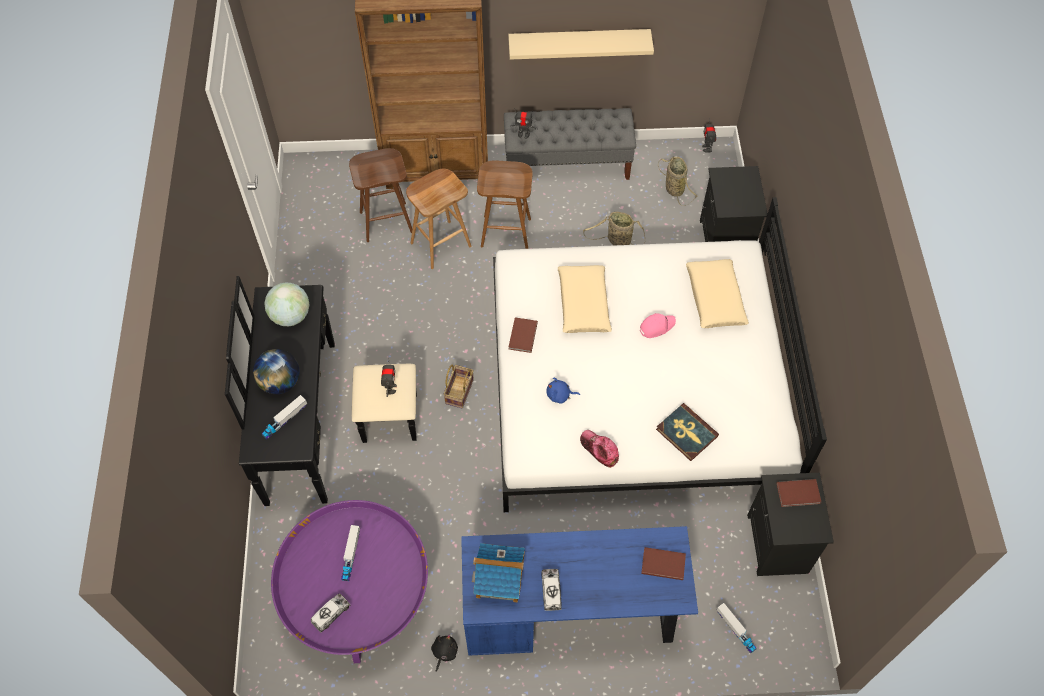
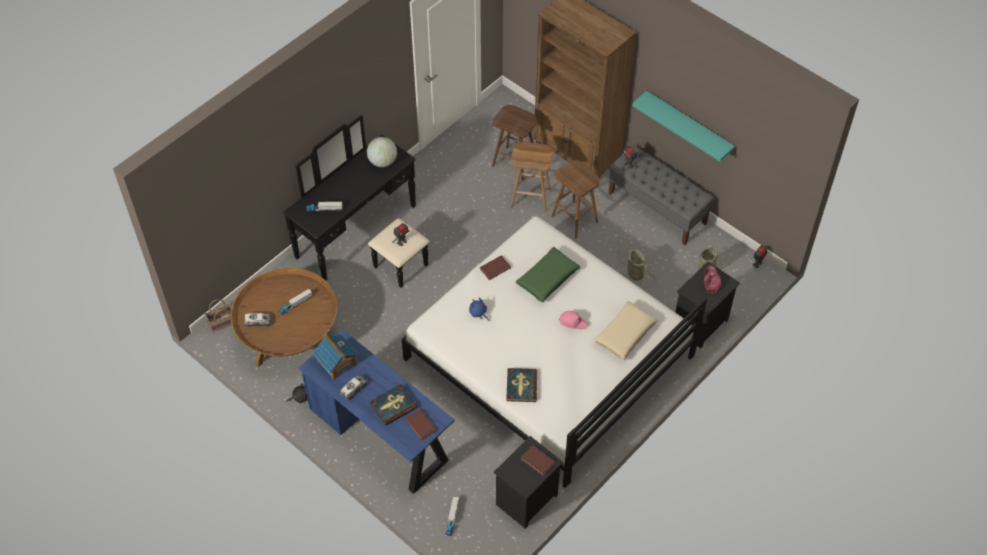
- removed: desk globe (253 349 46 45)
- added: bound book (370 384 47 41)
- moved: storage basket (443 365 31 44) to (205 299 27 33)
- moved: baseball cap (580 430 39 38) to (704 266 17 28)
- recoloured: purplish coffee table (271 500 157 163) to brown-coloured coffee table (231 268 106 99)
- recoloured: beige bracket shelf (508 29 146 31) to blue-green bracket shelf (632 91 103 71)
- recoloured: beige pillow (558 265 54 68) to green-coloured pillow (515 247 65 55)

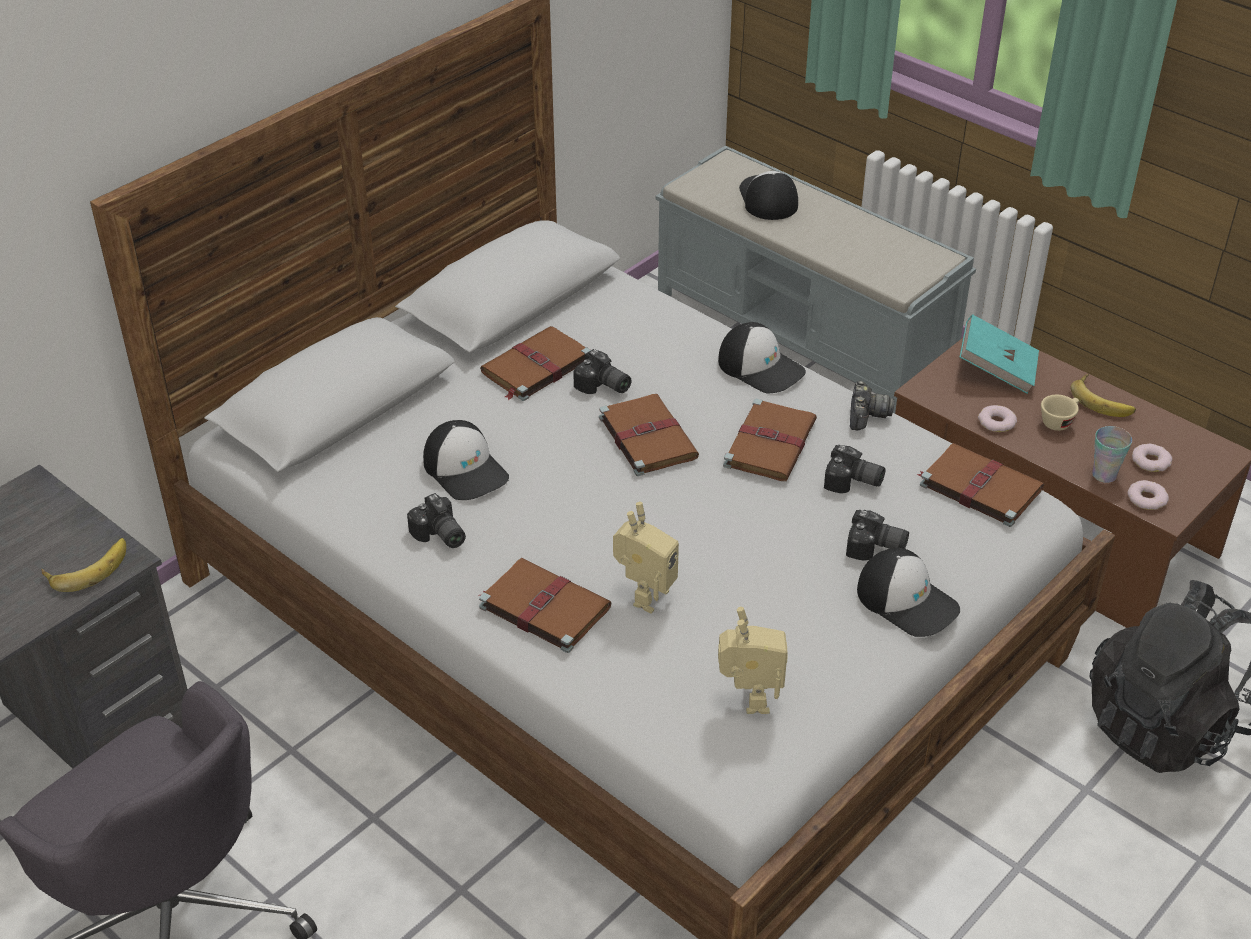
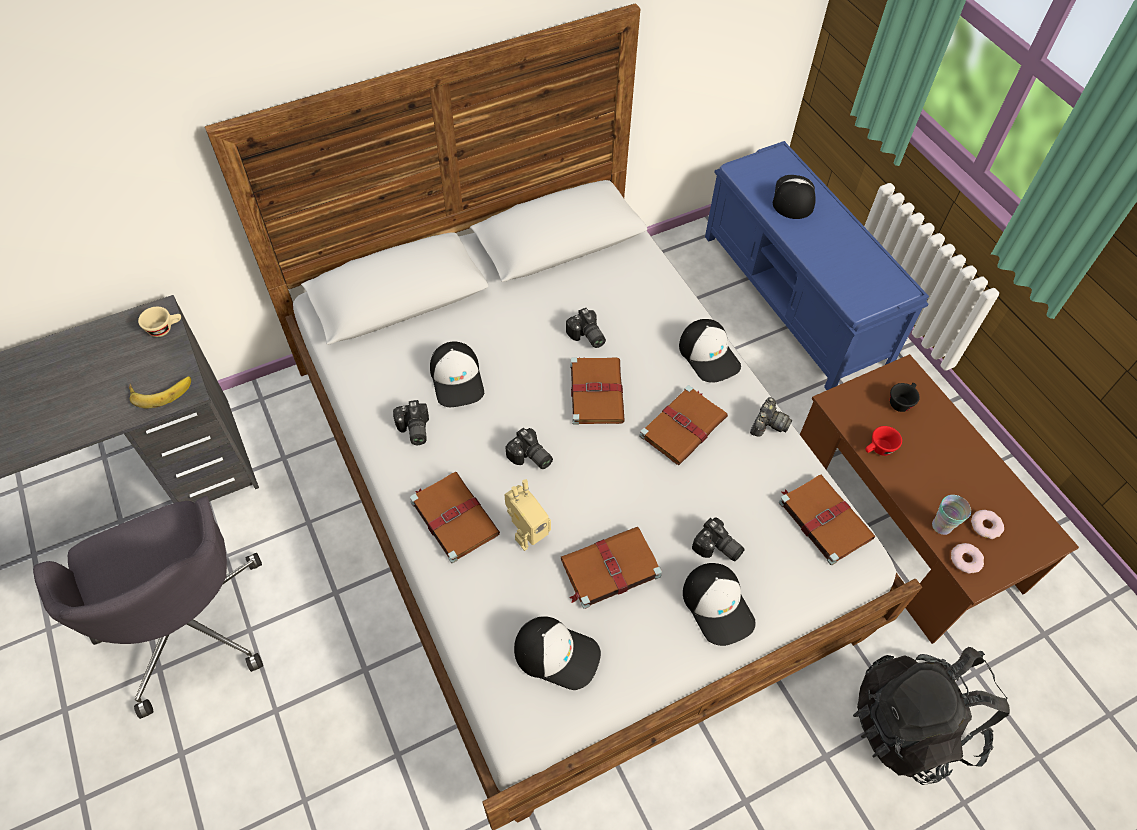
- removed: whole banana (1071 374 65 43)
- moved: brown-coloured bound book (480 326 111 75) to (561 527 101 82)
- moved: photo camera (824 445 62 48) to (505 427 48 42)
- moved: beige drinking cup (1041 395 38 36) to (138 307 43 30)
- replaced: robot figure (718 607 70 107) to baseball cap (514 616 87 74)
- replaced: blue-green bound book (960 314 79 80) to blackish drinking cup (890 383 30 29)
- replaced: ring doughnut (978 405 39 27) to red-coloured drinking cup (865 426 37 30)
- recoloured: gray long seat (656 145 320 268) to blue long seat (705 141 224 249)

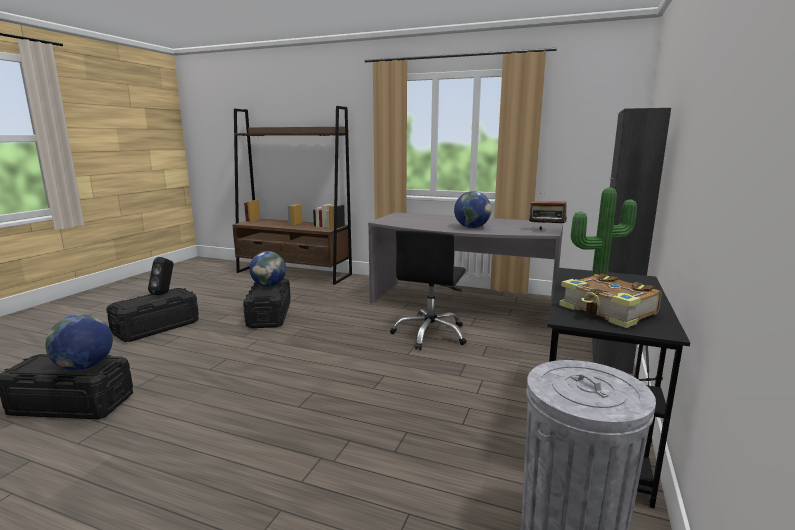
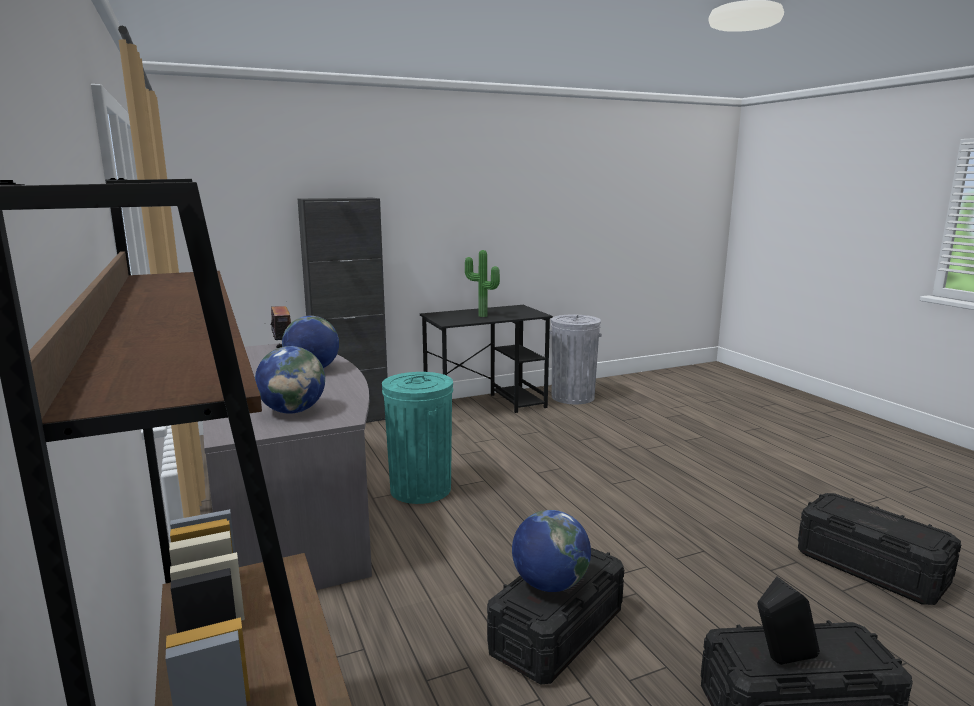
- removed: bound book (559 274 102 54)
- moved: desk globe (45 314 68 57) to (255 346 70 68)
- replaced: blackish office chair (390 229 77 121) to blue-green trash can (382 372 71 132)

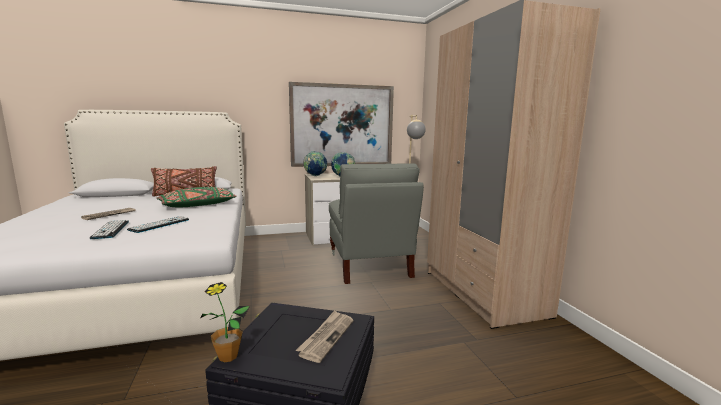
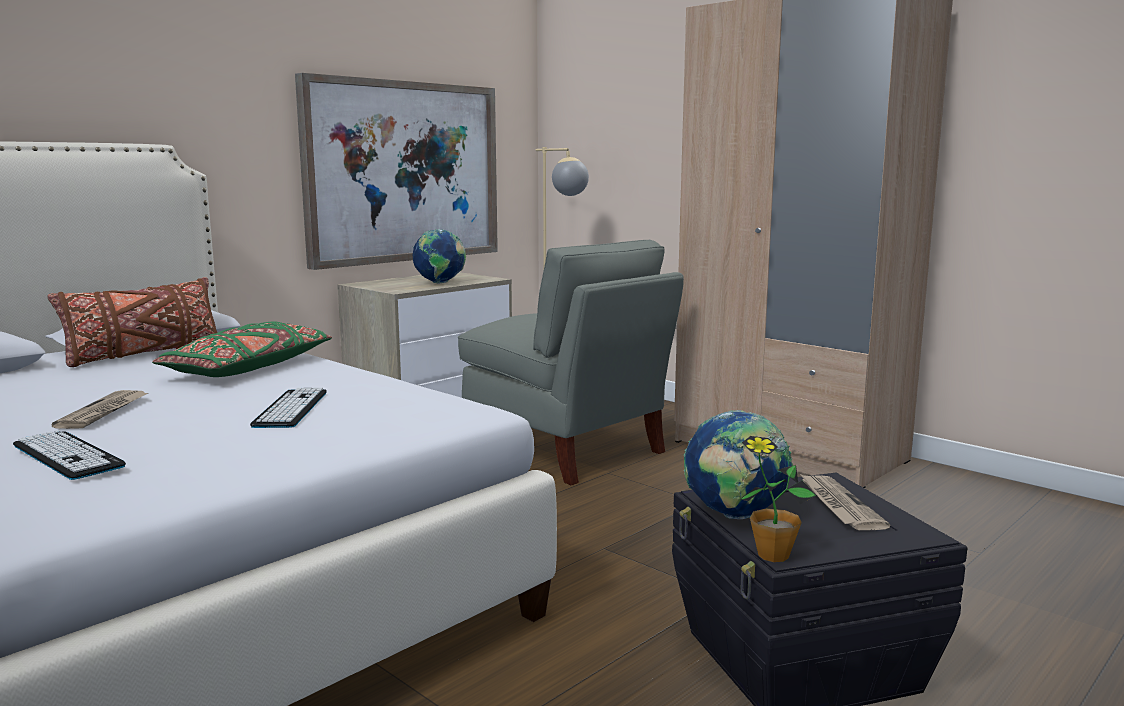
- moved: computer keyboard (90 220 39 19) to (13 430 113 50)
- moved: desk globe (303 151 24 25) to (684 410 109 109)

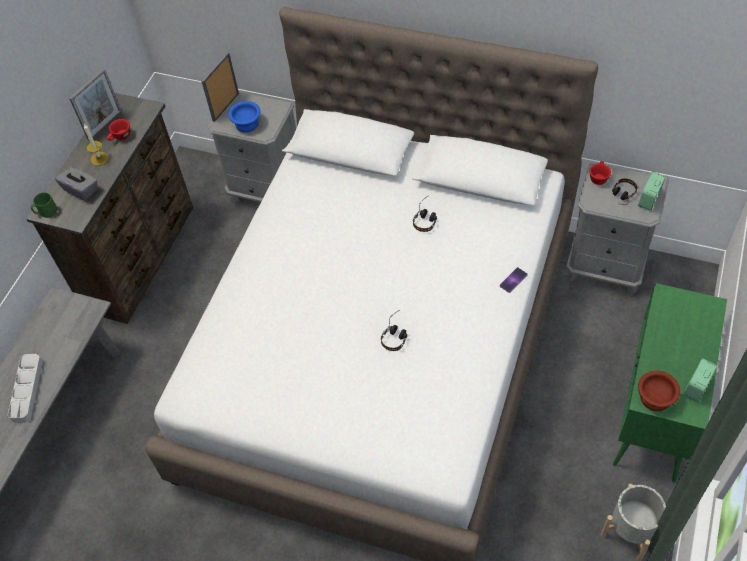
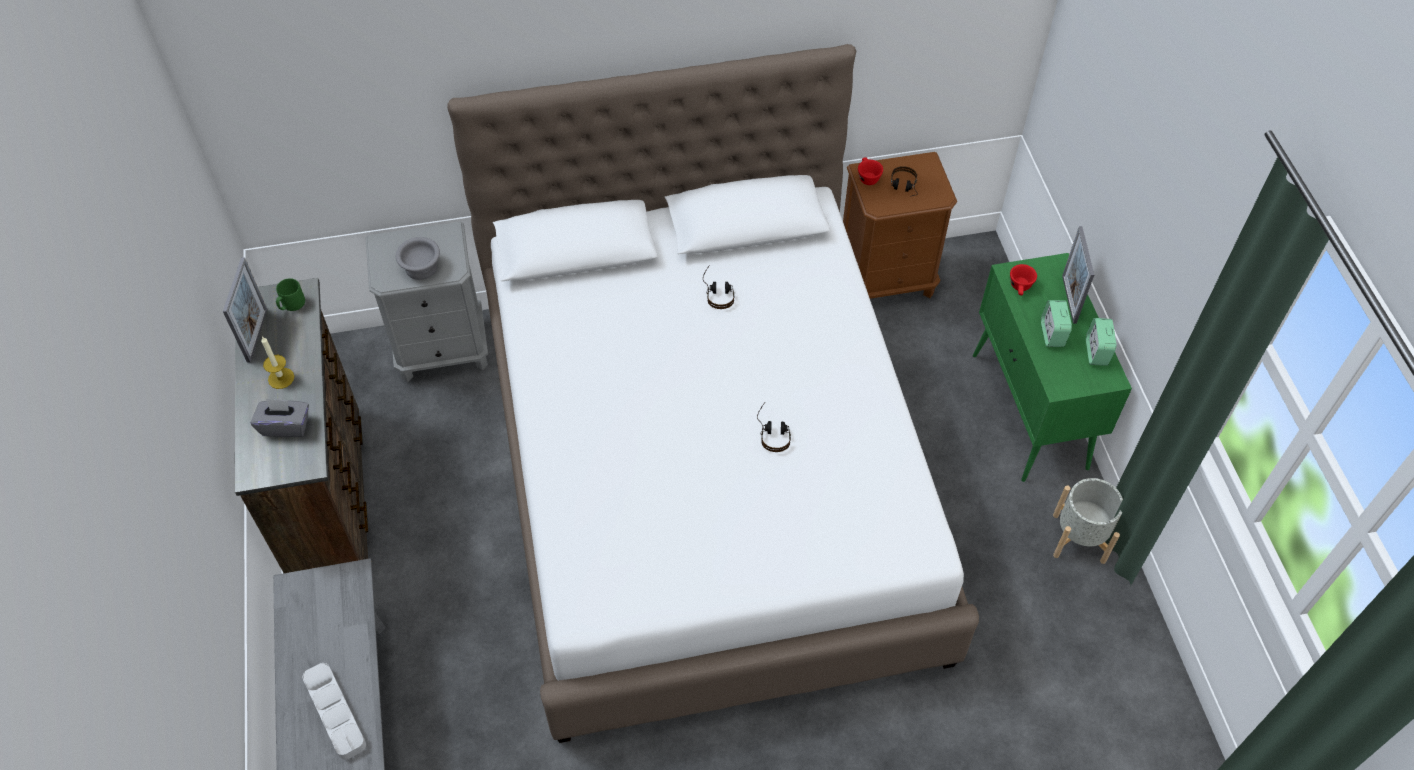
- removed: handset (499 267 29 26)
- removed: brown-coloured deep dish (638 371 42 40)
- moved: green-coloured mug (31 192 26 26) to (276 278 29 33)
- moved: red-coloured drinking cup (107 119 23 22) to (1010 264 27 32)
- moved: standing frame (201 52 38 70) to (1062 226 32 98)
- moved: table clock (638 172 28 39) to (1041 300 31 47)
- recoloured: blue deep dish (228 101 33 31) to gray deep dish (396 237 44 43)
- recoloured: gray bedside table (566 163 103 132) to brown-coloured bedside table (843 152 114 147)

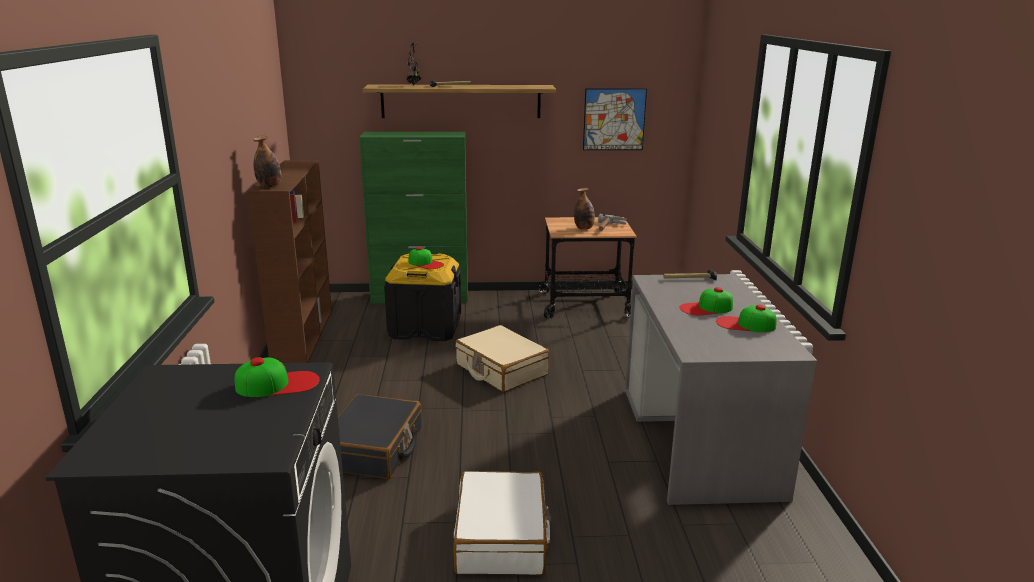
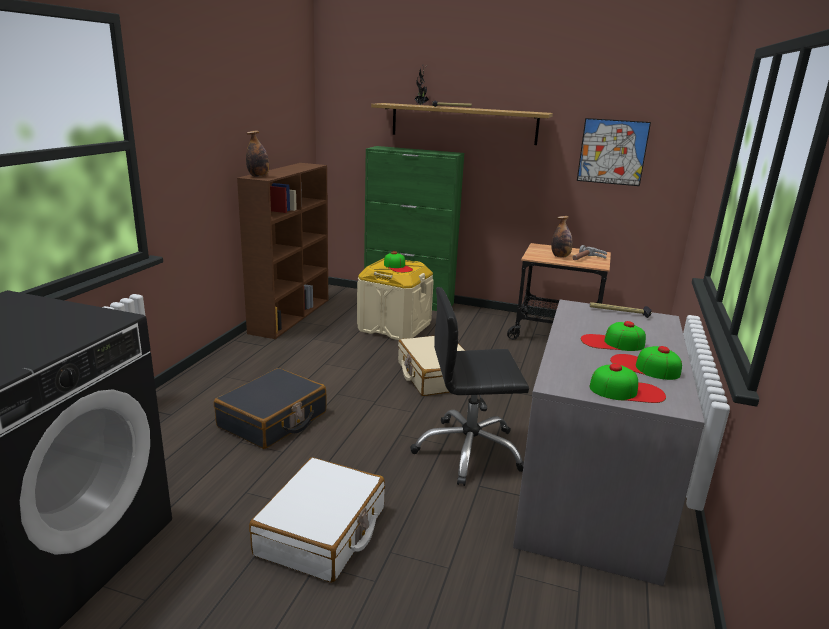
- added: blackish office chair (410 287 119 199)
- moved: baseball cap (235 357 84 40) to (589 364 77 39)
- recoloured: blackish storage box (384 253 77 88) to beige storage box (357 258 77 82)

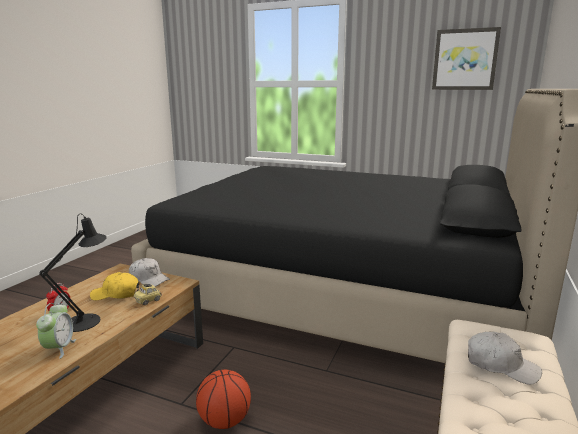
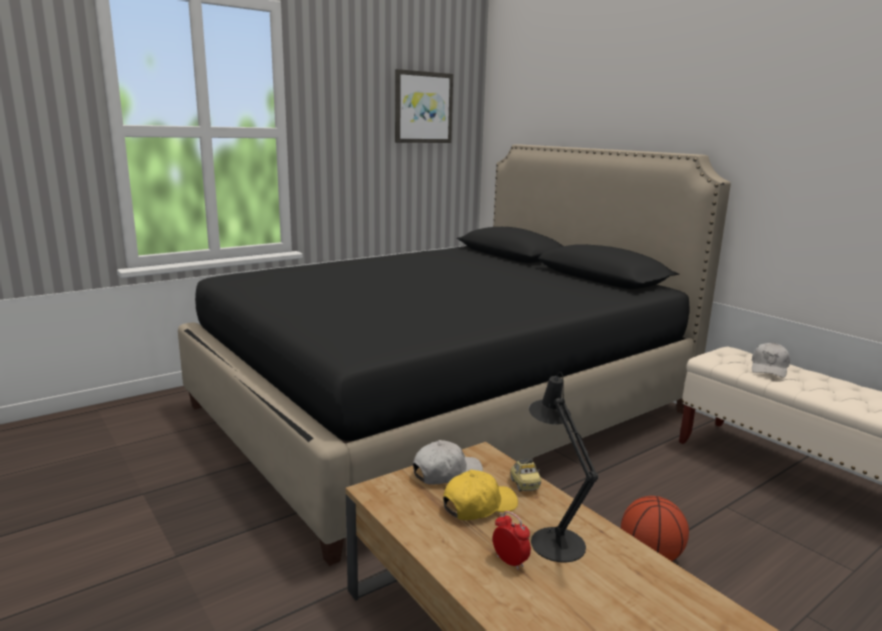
- removed: table clock (36 303 40 56)
- turned: yellow-coloured baseball cap (90 272 49 29) = (443 470 75 50) 150 degrees counterclockwise
- turned: white-coloured baseball cap (468 332 74 53) = (751 343 39 35) 150 degrees clockwise

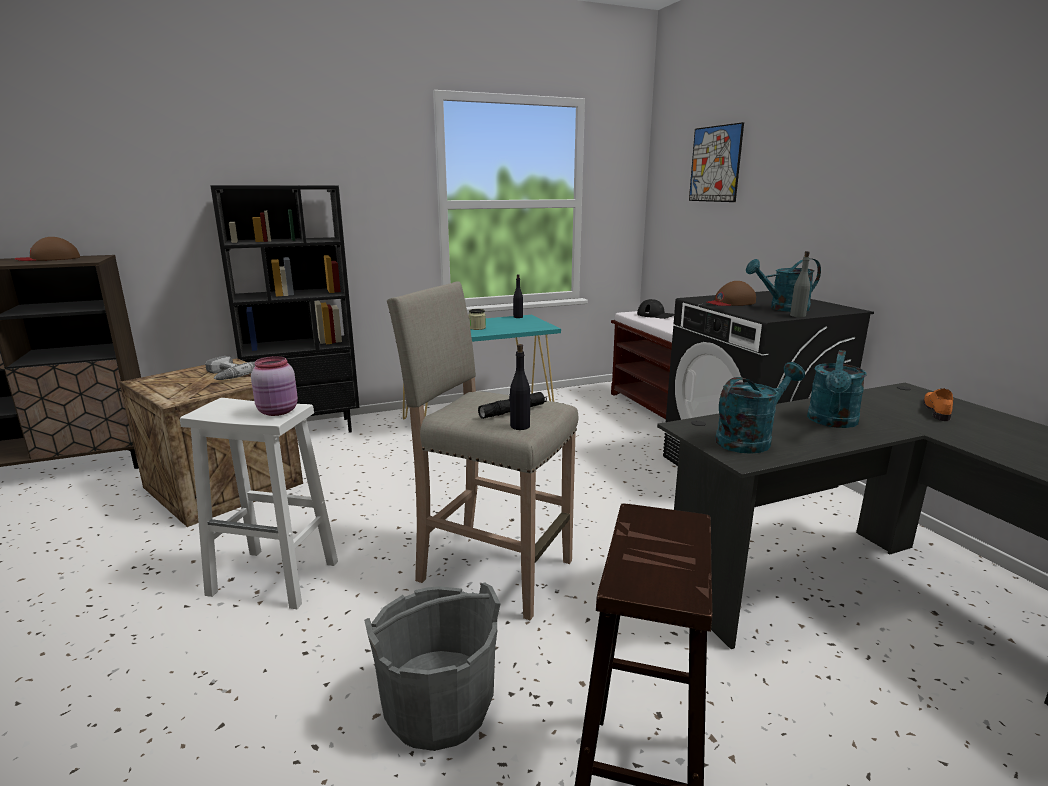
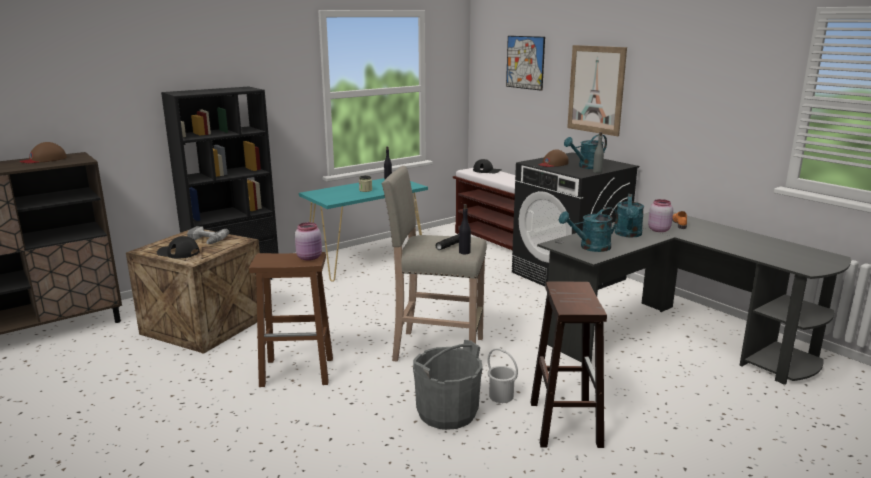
- added: blackish baseball cap (157 236 42 23)
- added: white-coloured water bucket (487 348 31 55)
- added: picture (567 45 60 91)
- added: pinkish jar (648 199 25 33)
- recoloured: white-coloured sitting stool (180 398 158 211) to brown-coloured sitting stool (249 252 84 135)
- turned: blue-green watering pot (715 362 90 92) = (559 207 59 45) 150 degrees counterclockwise

